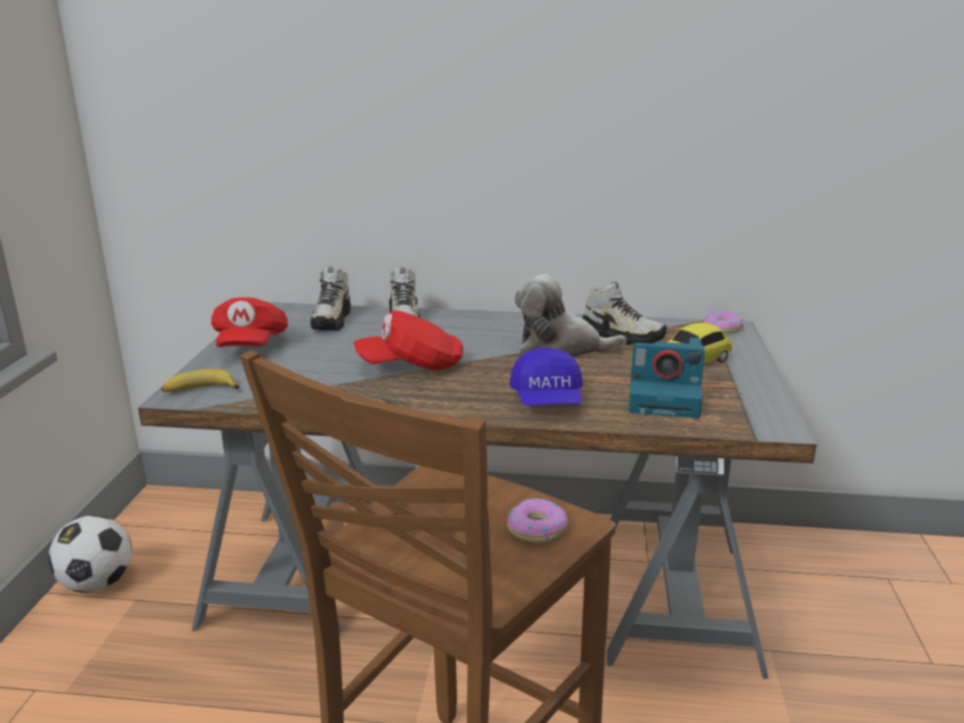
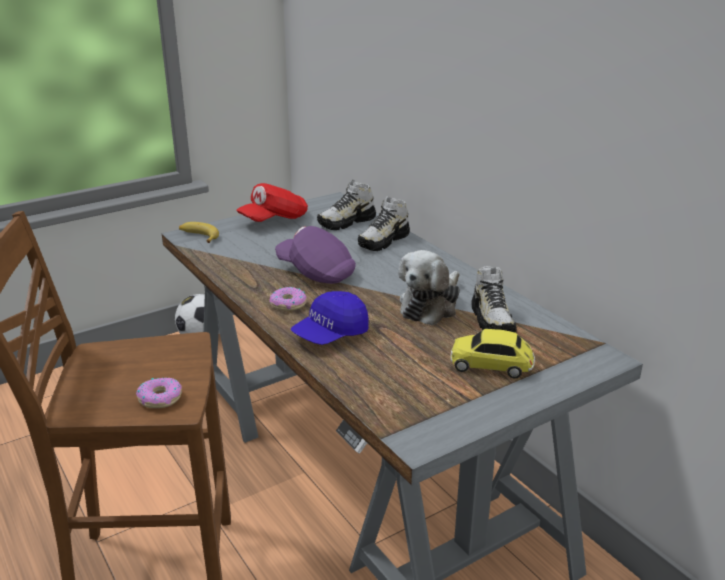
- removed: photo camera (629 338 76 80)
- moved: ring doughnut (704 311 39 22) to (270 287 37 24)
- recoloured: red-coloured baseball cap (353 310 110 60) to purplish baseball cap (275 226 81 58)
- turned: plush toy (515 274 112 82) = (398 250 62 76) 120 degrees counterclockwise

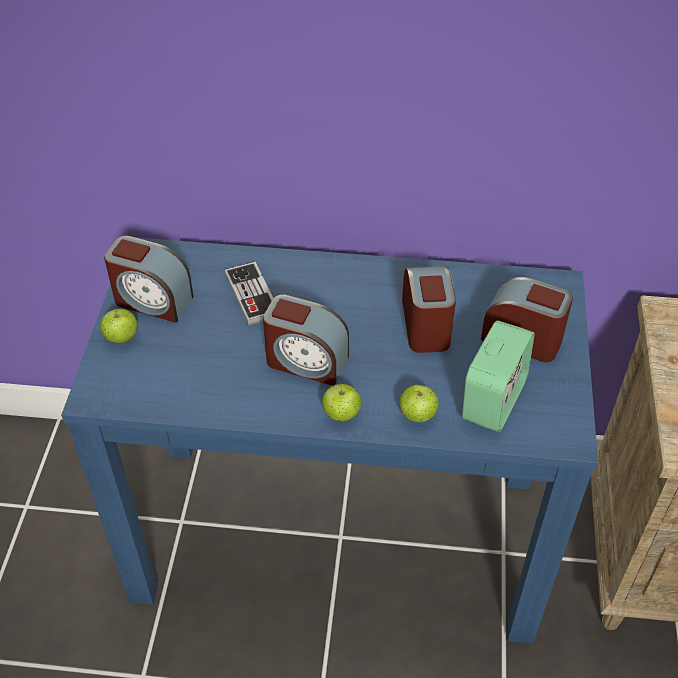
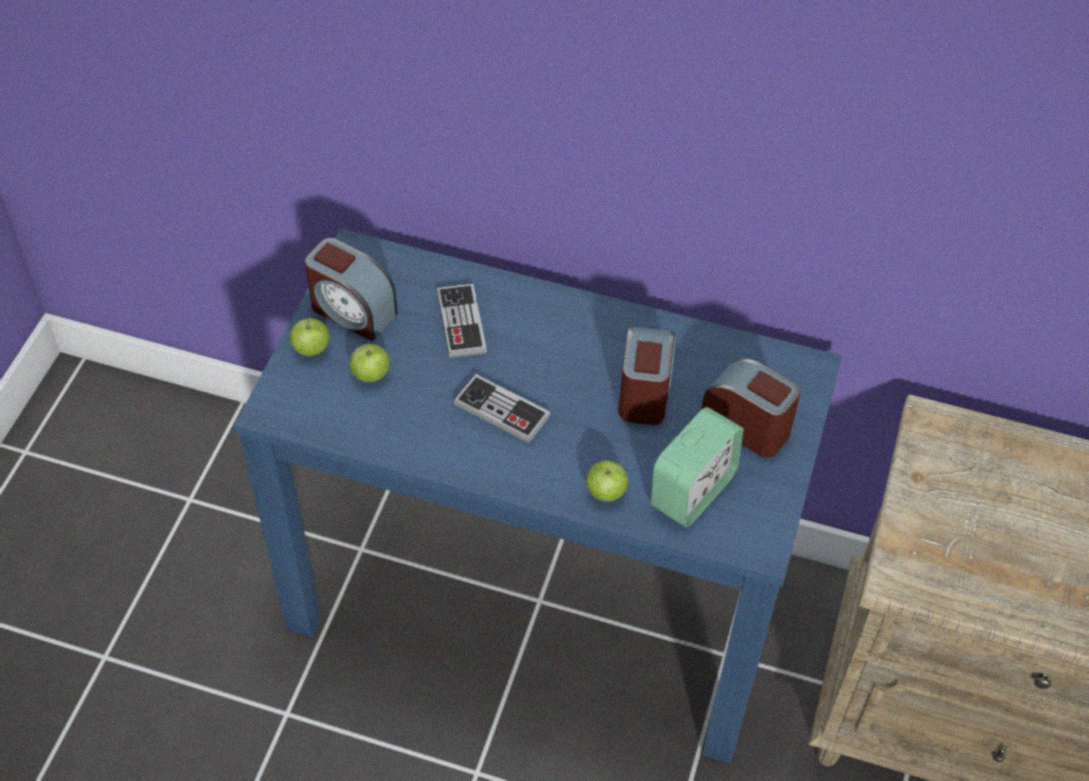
- moved: apple fruit (322 382 39 39) to (349 342 41 40)
- replaced: table clock (263 295 86 91) to gamepad (454 374 97 69)

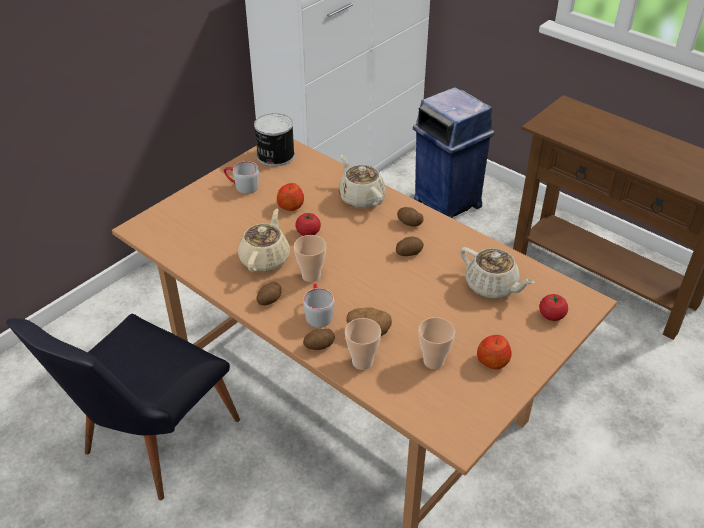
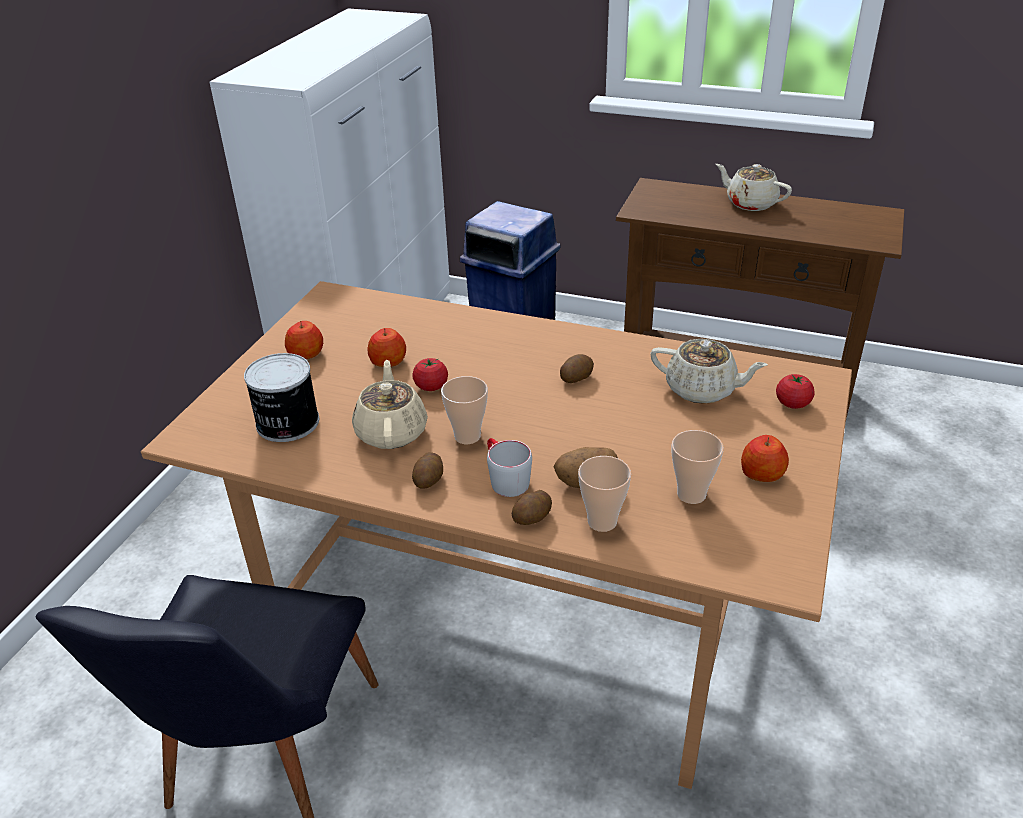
- removed: spud (397 207 27 20)
- moved: sealed can (254 113 41 53) to (244 353 75 89)
- moved: beige tea pot (338 155 48 53) to (716 164 76 47)
- replaced: gray mug (224 161 35 33) to apple fruit (285 321 38 38)

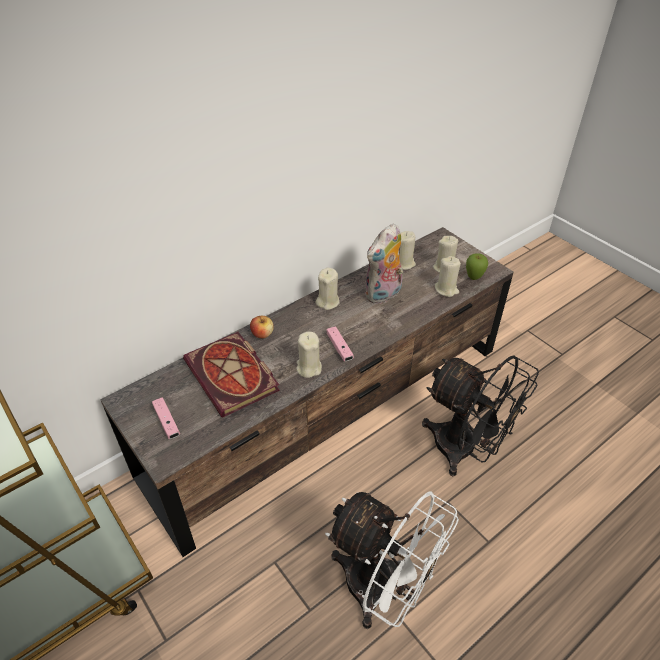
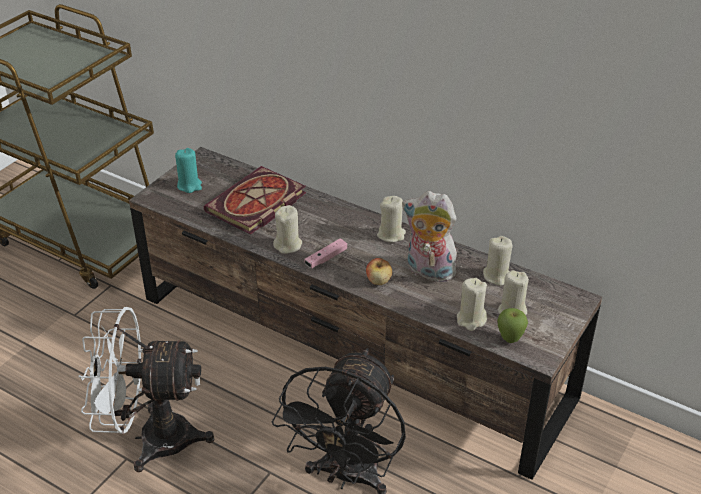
- moved: apple fruit (250 315 24 24) to (366 258 26 27)
- replaced: pinkish gamepad (152 397 28 42) to blue-green wax candle (175 148 27 45)
- turned: white-coloured electric fan (325 491 134 138) = (78 307 136 165) 75 degrees clockwise

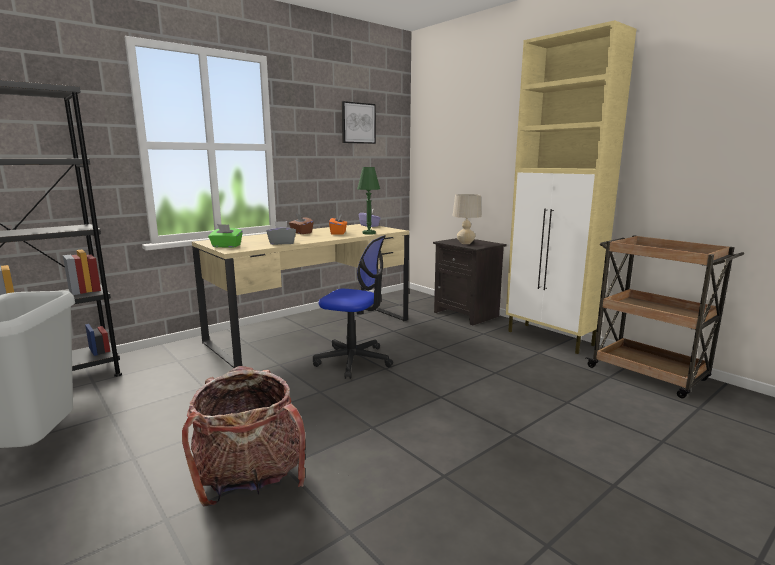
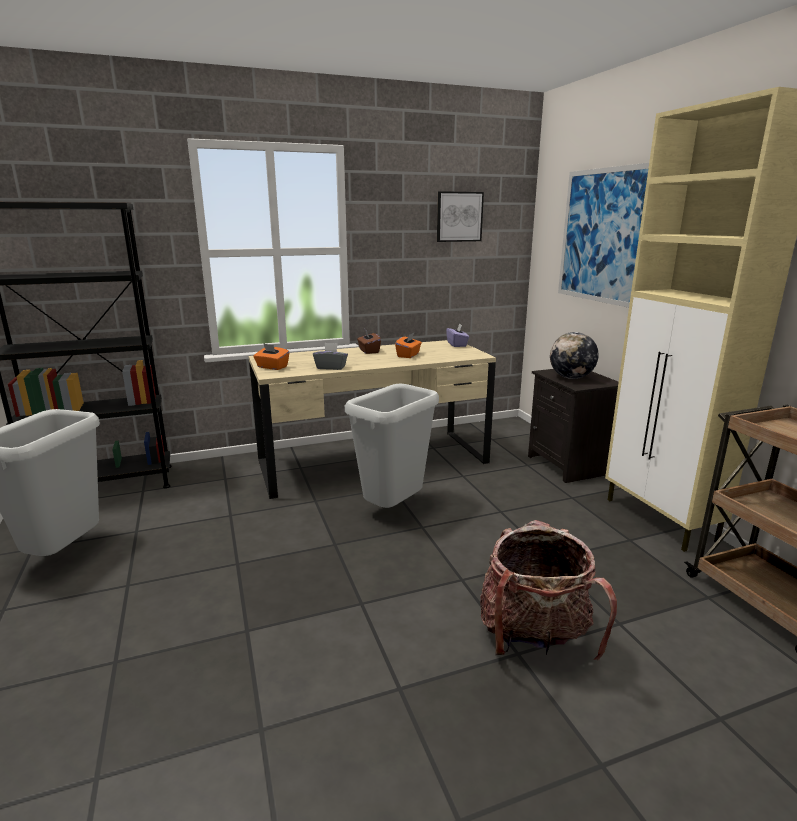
- removed: green-coloured lamp for a table (357 167 23 68)
- added: picture (558 163 91 145)
- moved: rucksack (182 366 123 141) to (480 520 137 141)
- replaced: office chair (313 235 80 144) to gray trash can (345 384 94 124)
- replaced: beige lamp for a table (453 194 29 50) to desk globe (550 332 49 47)
- recoloured: green-coloured tissue holder (208 224 35 24) to orange-coloured tissue holder (253 343 37 27)

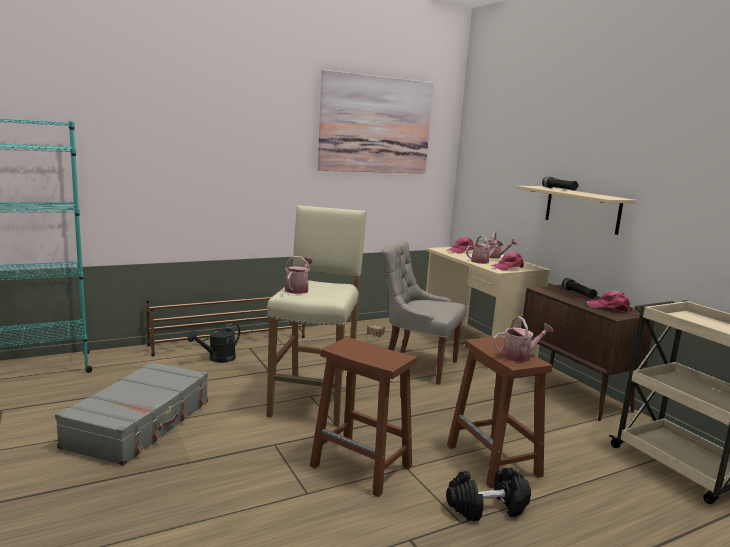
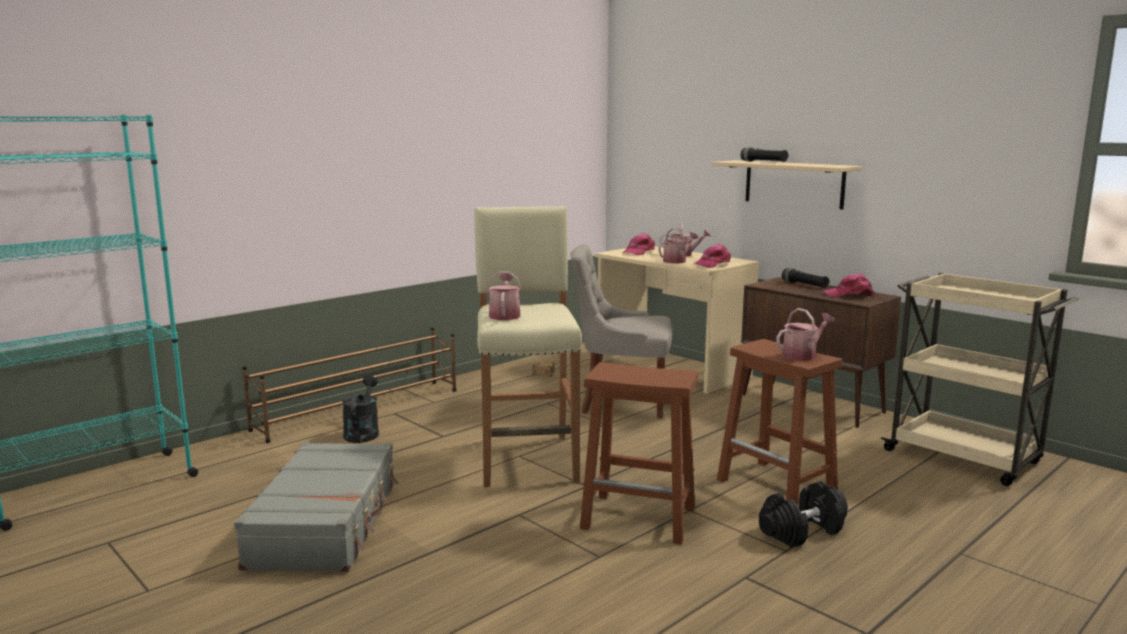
- removed: picture (318 70 115 104)
- turned: blackish watering pot (187 323 53 40) = (342 376 37 67) 150 degrees clockwise

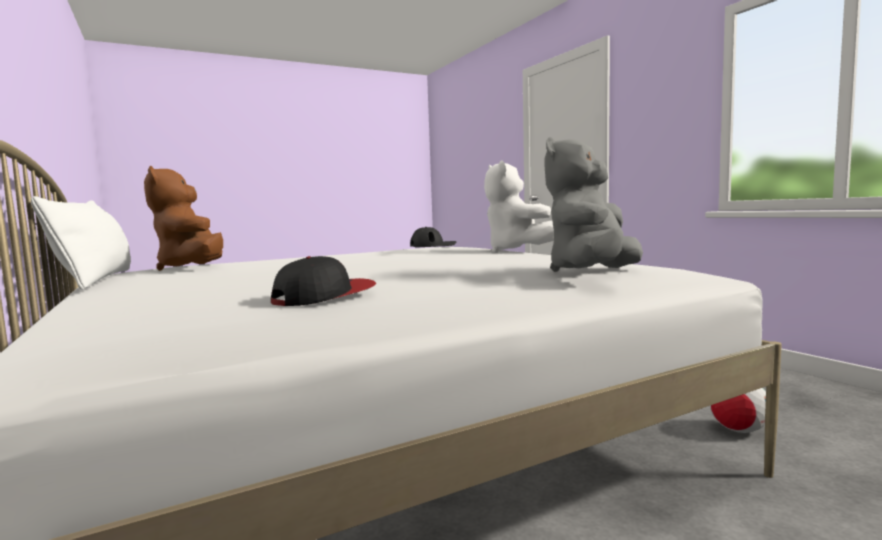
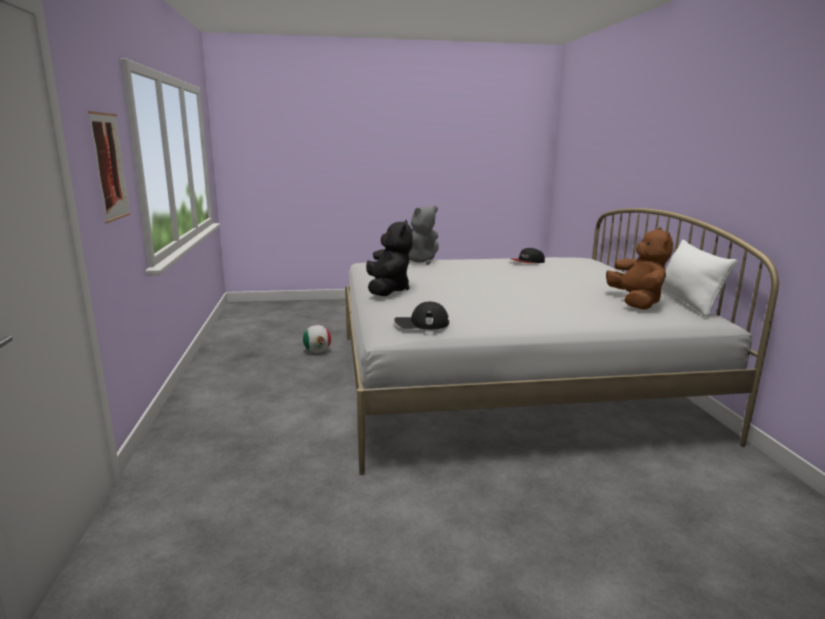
- added: picture (88 111 43 112)
- recoloured: white-coloured plush toy (484 160 70 93) to blackish plush toy (366 220 47 76)

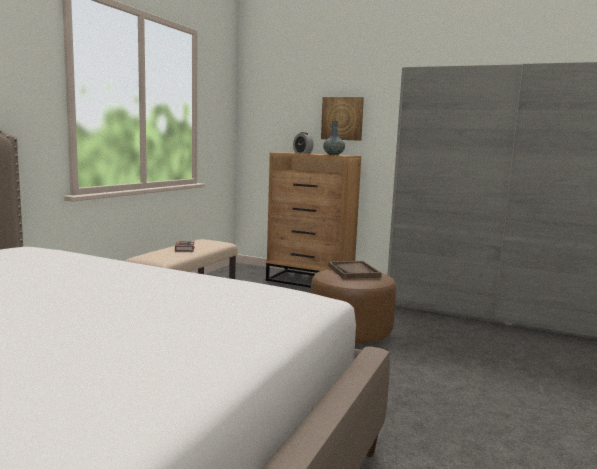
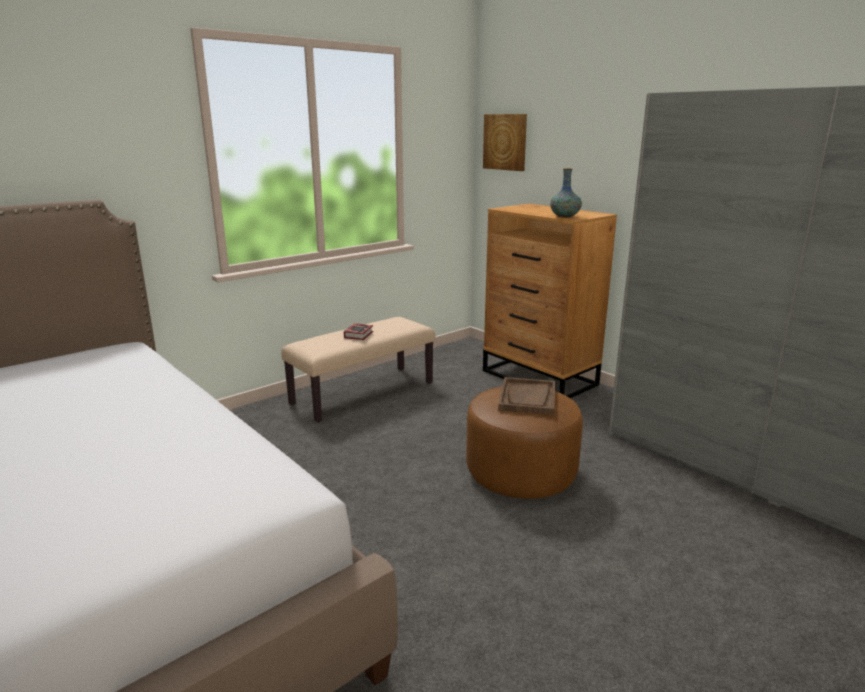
- removed: table clock (293 132 21 22)
- moved: picture (321 97 43 44) to (483 114 44 57)

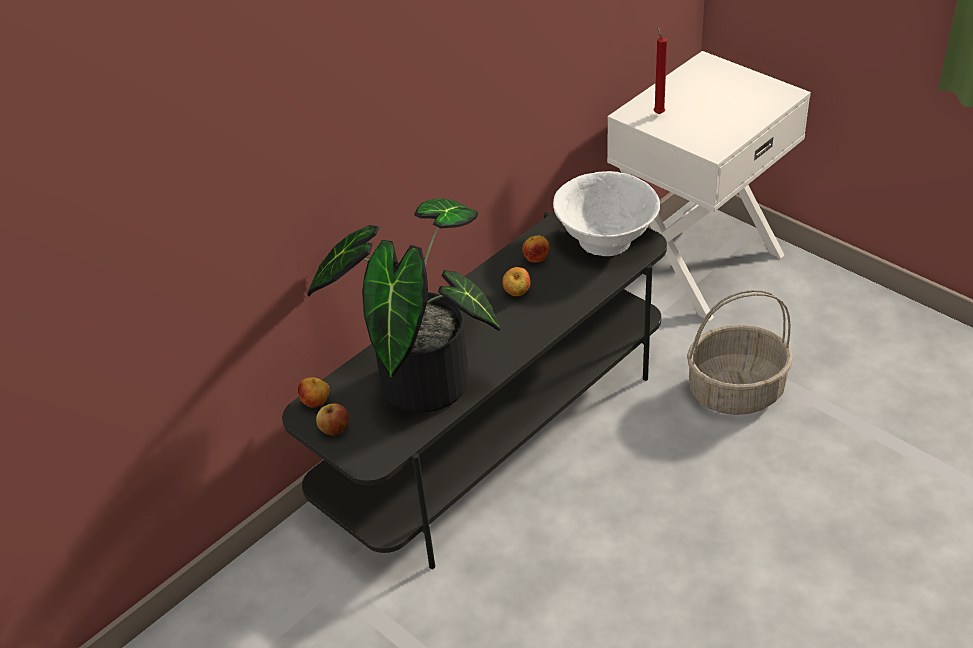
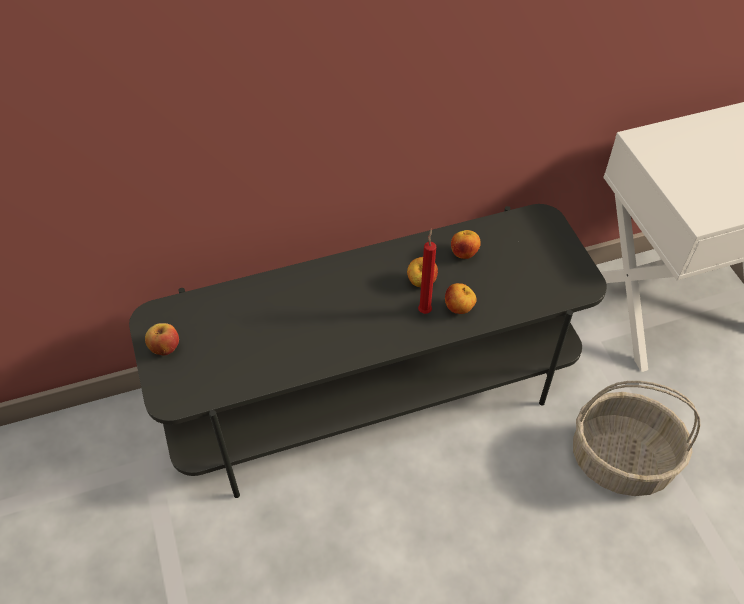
- removed: potted plant (307 199 193 214)
- removed: white-coloured deep dish (553 171 107 85)
- moved: apple fruit (298 377 31 31) to (445 283 32 31)
- moved: red-coloured wax candle (654 26 13 88) to (418 228 18 86)

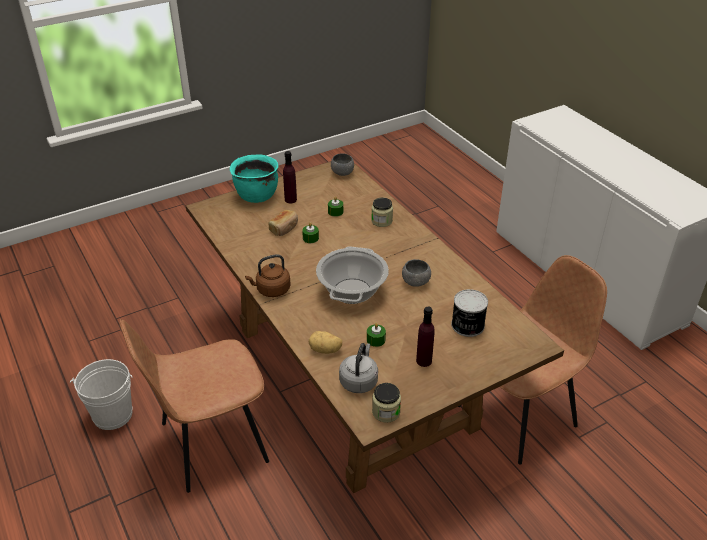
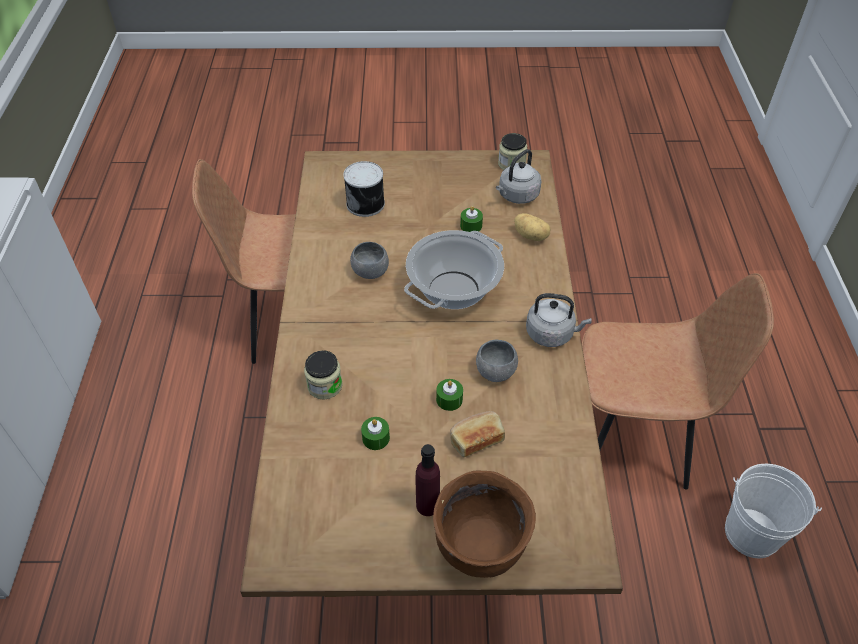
- removed: purplish drink bottle (416 307 19 60)
- moved: gray deep dish (331 153 23 23) to (476 340 42 42)
- recoloured: blue-green stockpot (230 154 48 49) to brown-coloured stockpot (433 471 103 107)
- recoloured: brown-coloured tea kettle (245 254 46 43) to gray tea kettle (526 293 66 54)

